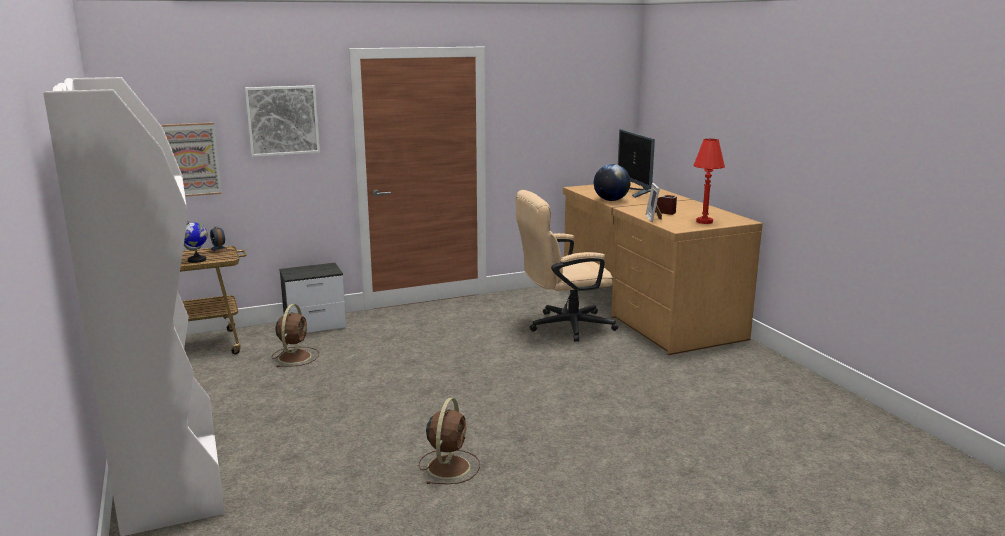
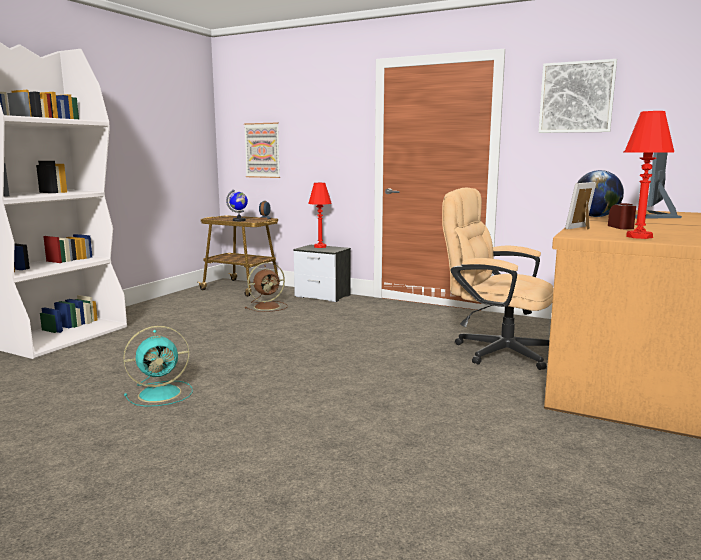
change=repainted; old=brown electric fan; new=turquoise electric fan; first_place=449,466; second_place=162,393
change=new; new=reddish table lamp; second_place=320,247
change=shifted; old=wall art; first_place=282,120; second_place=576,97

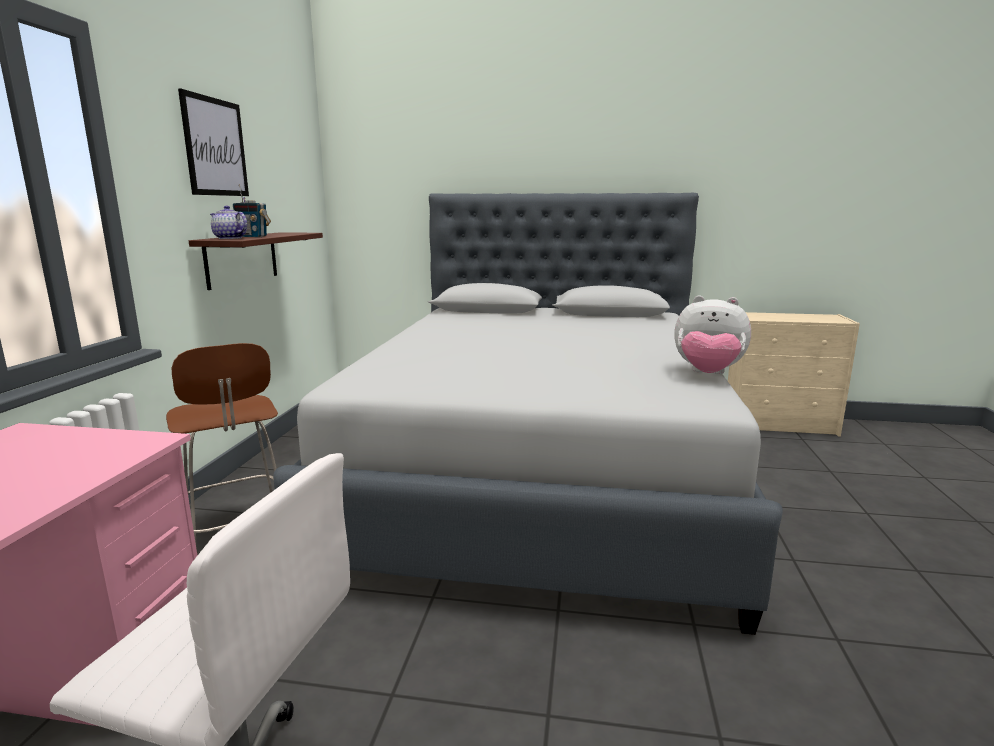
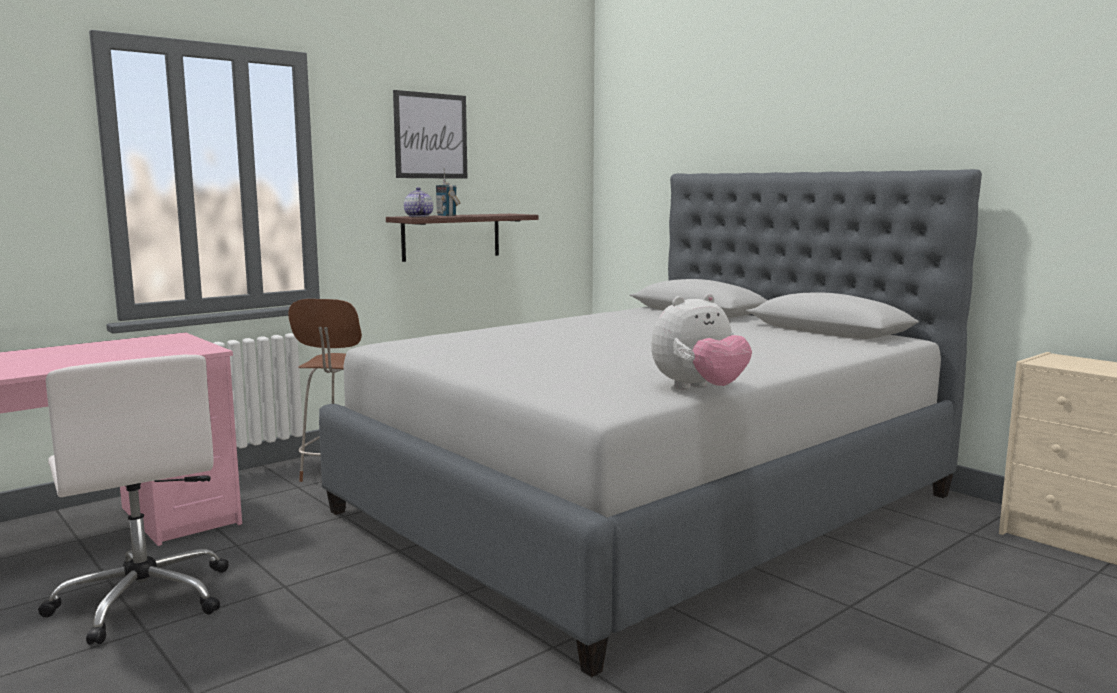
change=rotated; old=plush toy; first_place=707,374; second_place=699,389; degrees=-90

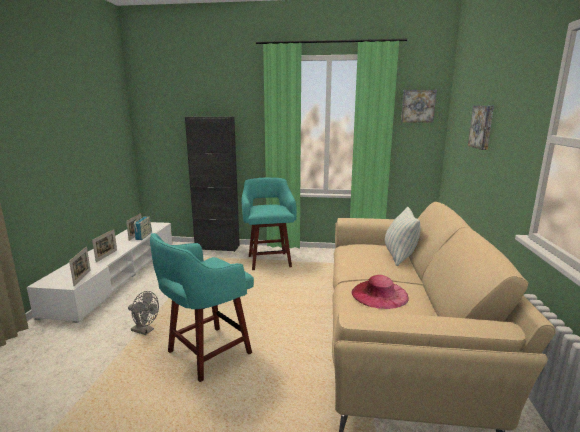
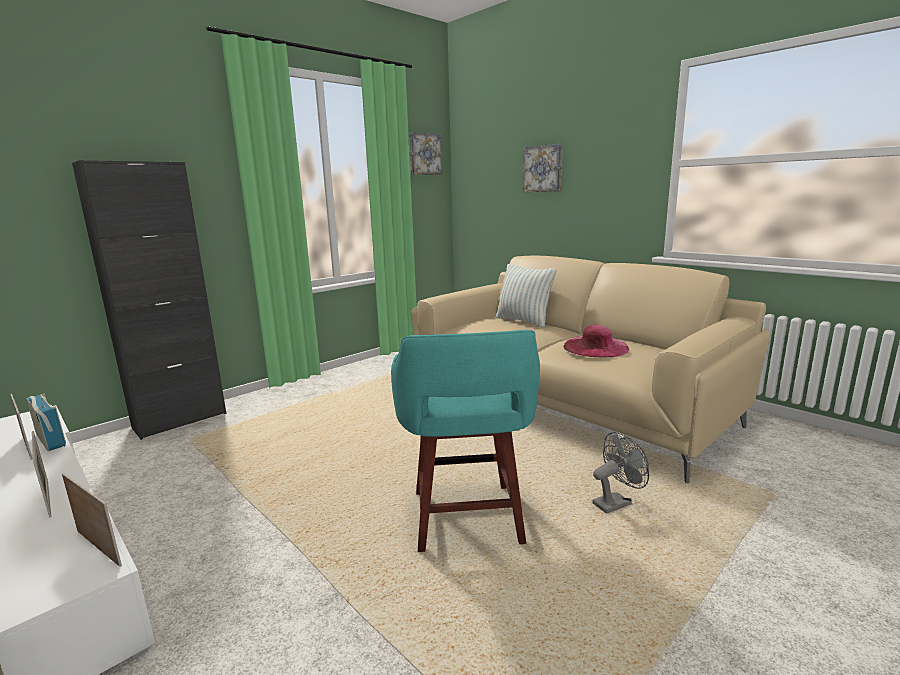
change=shifted; old=greyish electric fan; first_place=145,331; second_place=616,502
change=gone; old=turquoise stool seat; first_place=269,260

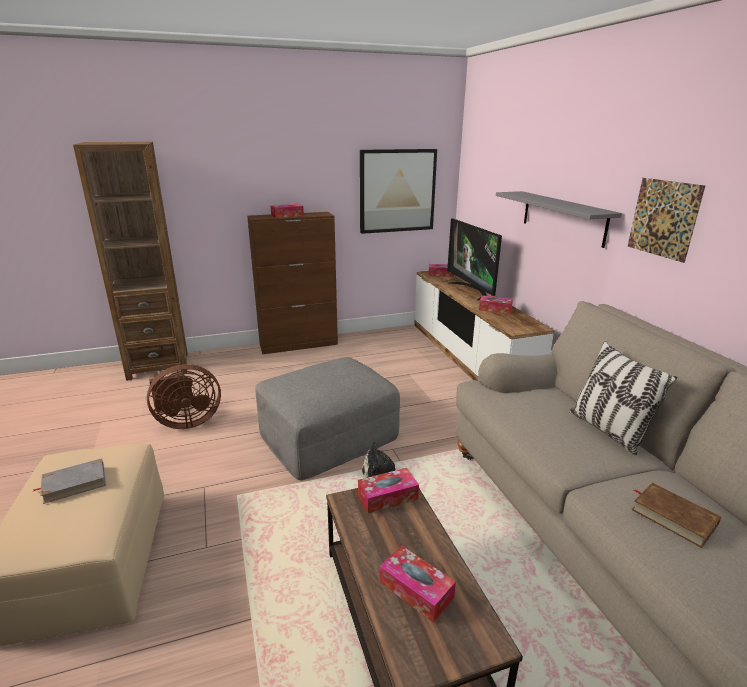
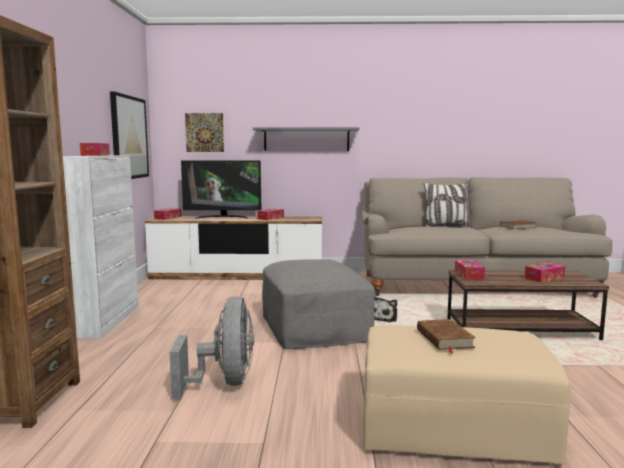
change=repainted; old=brown storage cabinet; new=whitish storage cabinet; first_place=299,344; second_place=107,320
change=repainted; old=brown electric fan; new=greyish electric fan; first_place=186,422; second_place=224,383
change=shifted; old=wall art; first_place=663,218; second_place=204,132
change=repainted; old=greyish bound book; new=brown bound book; first_place=74,483; second_place=444,338

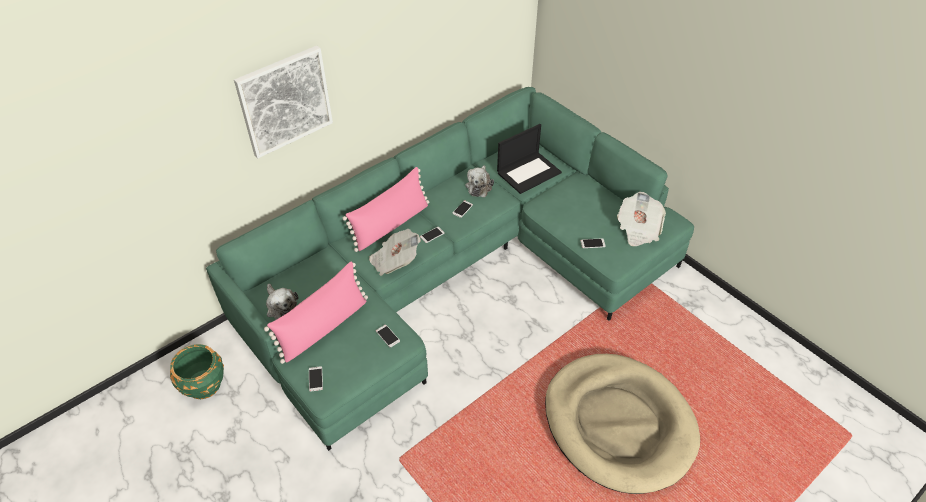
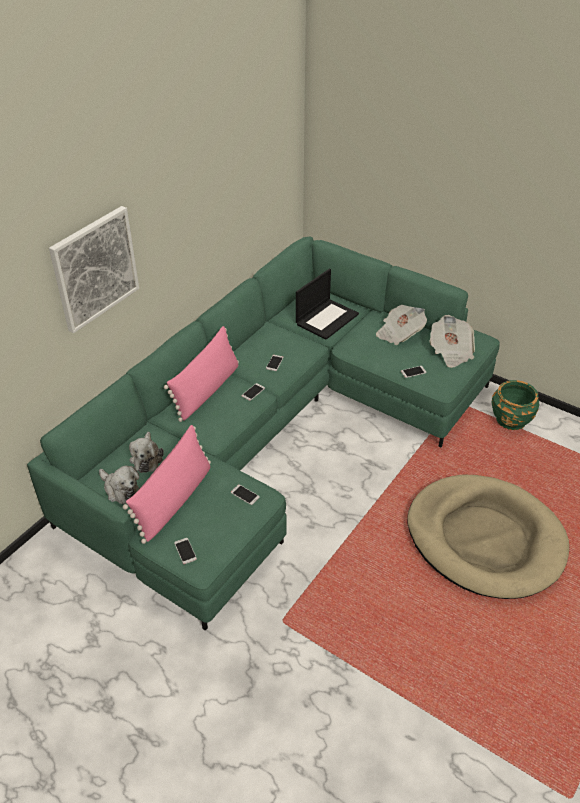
change=shifted; old=plush toy; first_place=479,186; second_place=146,458
change=shifted; old=newspaper; first_place=395,261; second_place=399,333
change=shifted; old=green-coloured planter; first_place=204,385; second_place=510,420

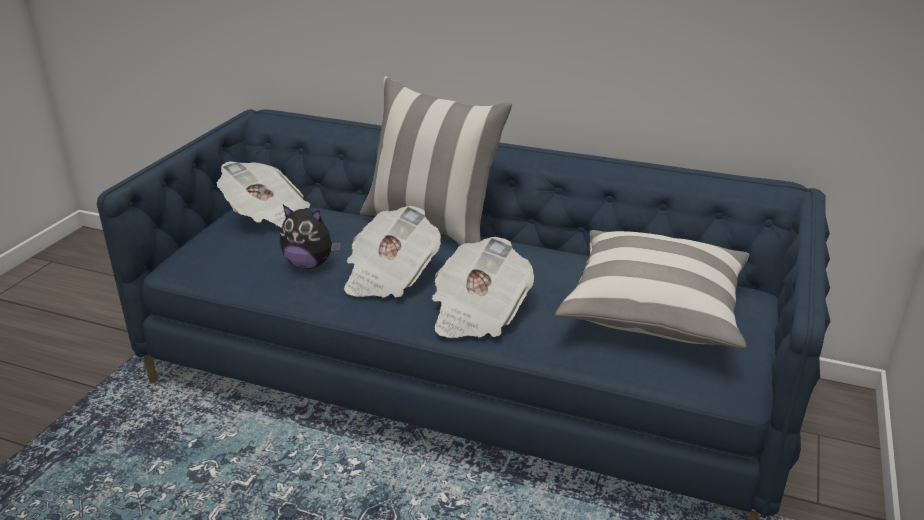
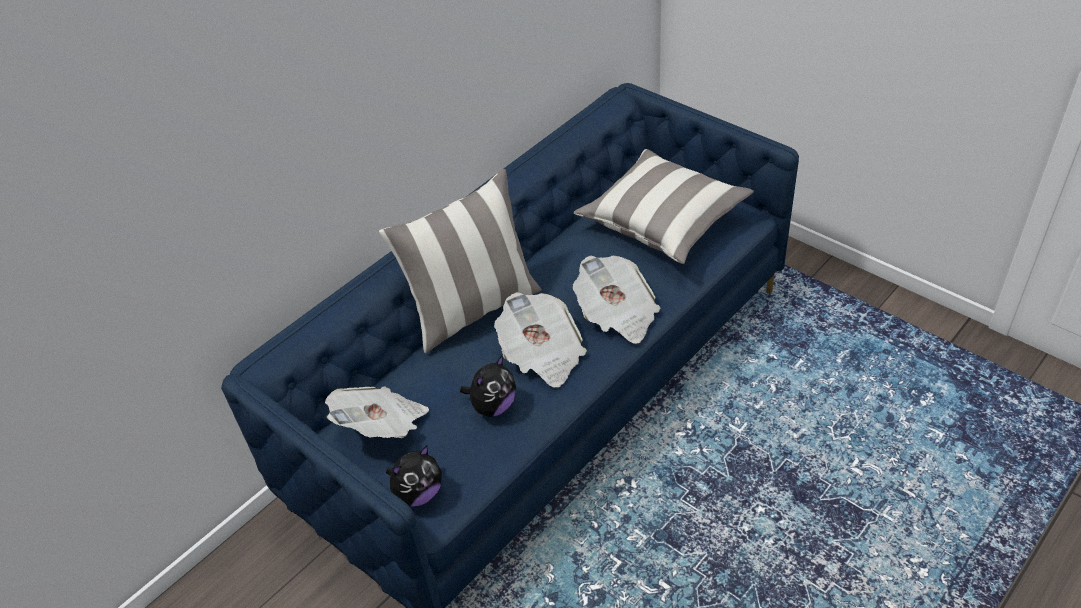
change=new; new=plush toy; second_place=418,493

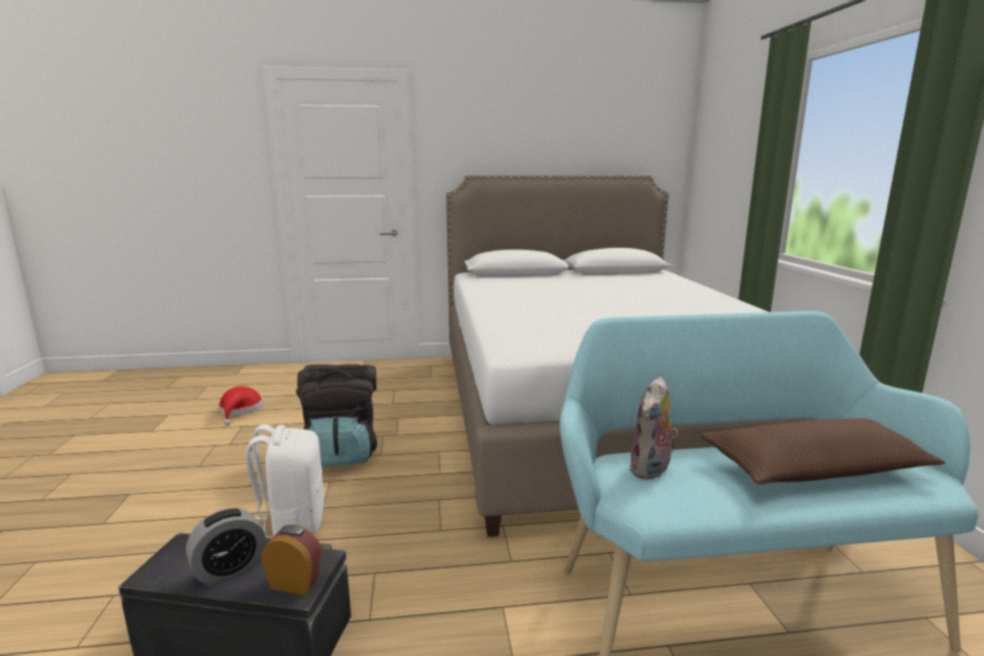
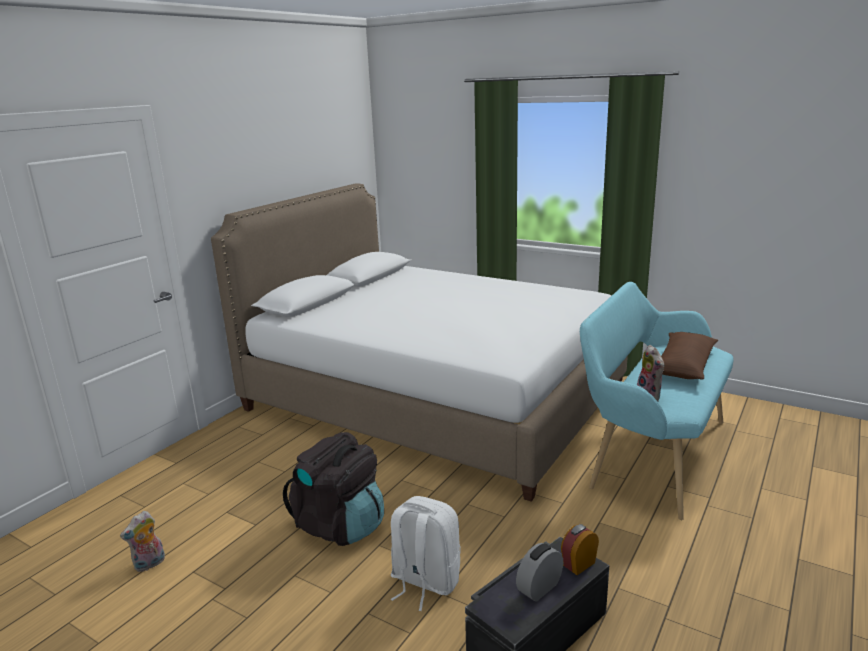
change=swapped; old=reddish wearable hat; new=plush toy; first_place=240,410; second_place=149,564
change=rotated; old=table clock; first_place=230,569; second_place=539,588; degrees=-135

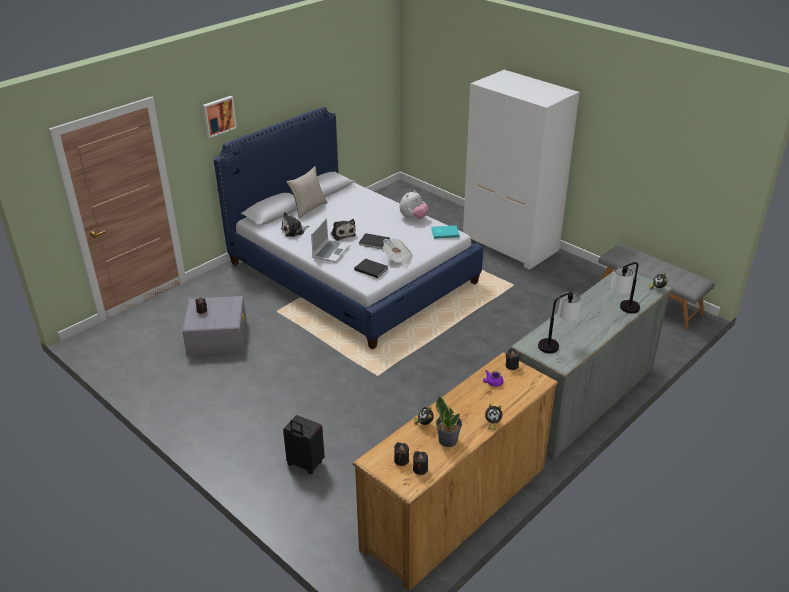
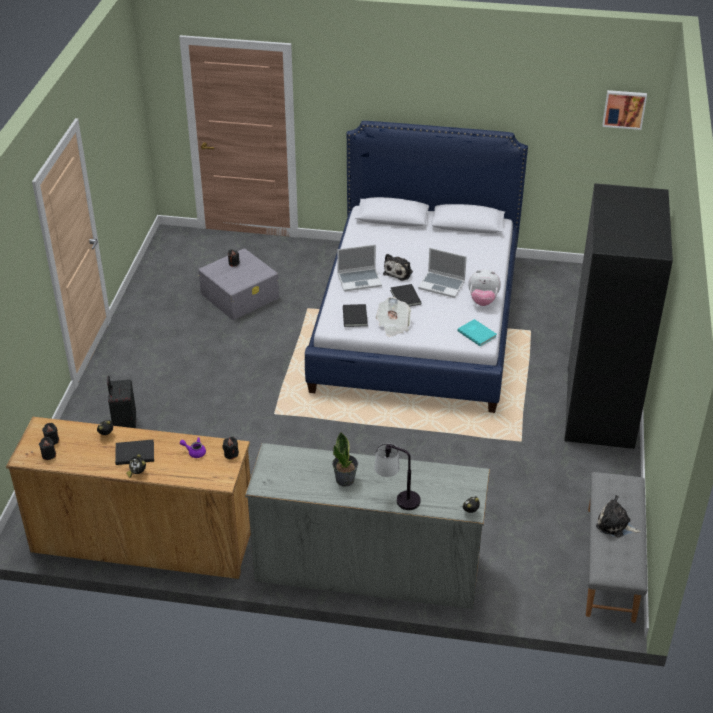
change=new; new=black bound book; second_place=134,453
change=shifted; old=houseplant; first_place=448,440; second_place=345,480
change=new; new=portable computer; second_place=442,285
change=repainted; old=whitish armoire; new=black armoire; first_place=511,244; second_place=601,407
change=shifted; old=plush toy; first_place=294,231; second_place=615,525
change=shifted; old=wall art; first_place=218,116; second_place=624,109
change=gone; old=sand-coloured throw pillow; first_place=308,209
change=gone; old=table lamp; first_place=556,343

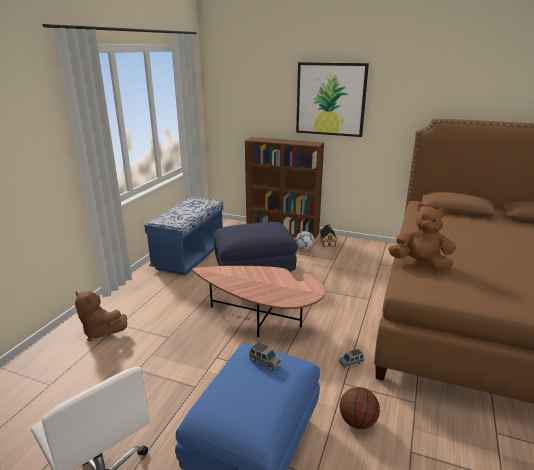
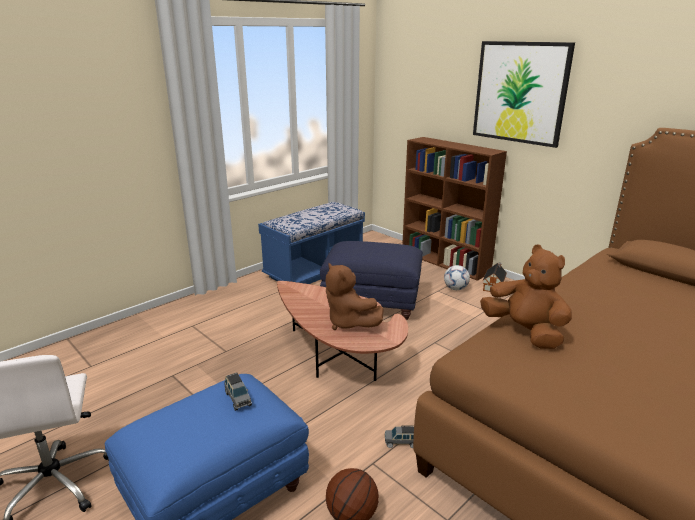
change=shifted; old=brown plush toy; first_place=101,332; second_place=349,323

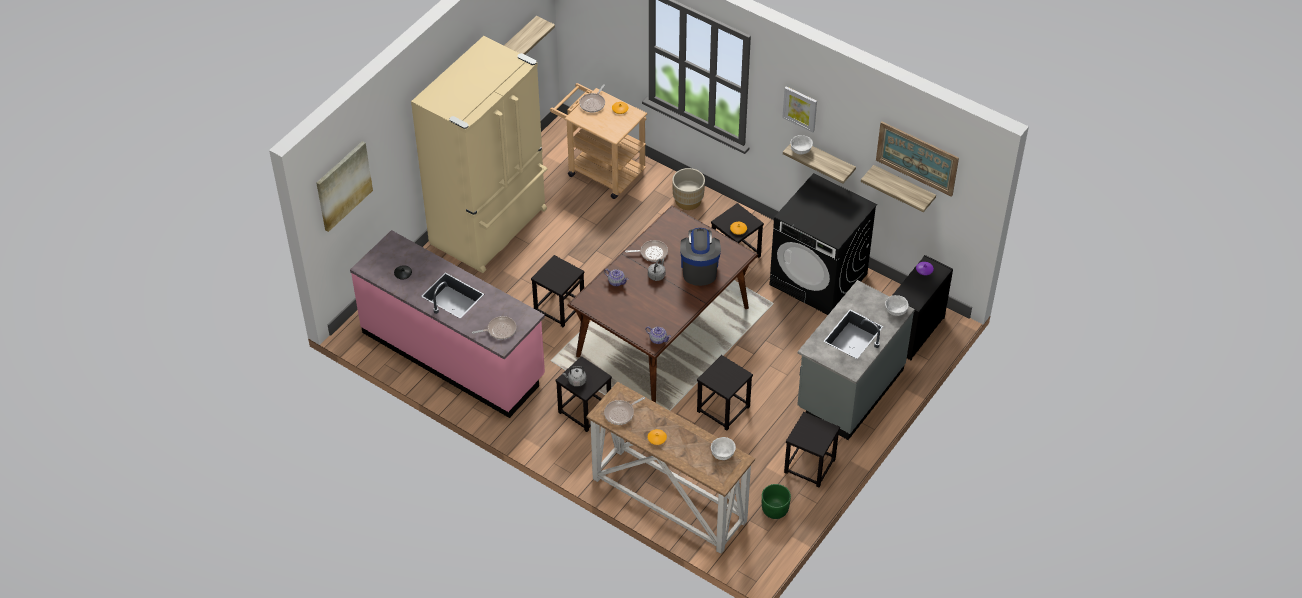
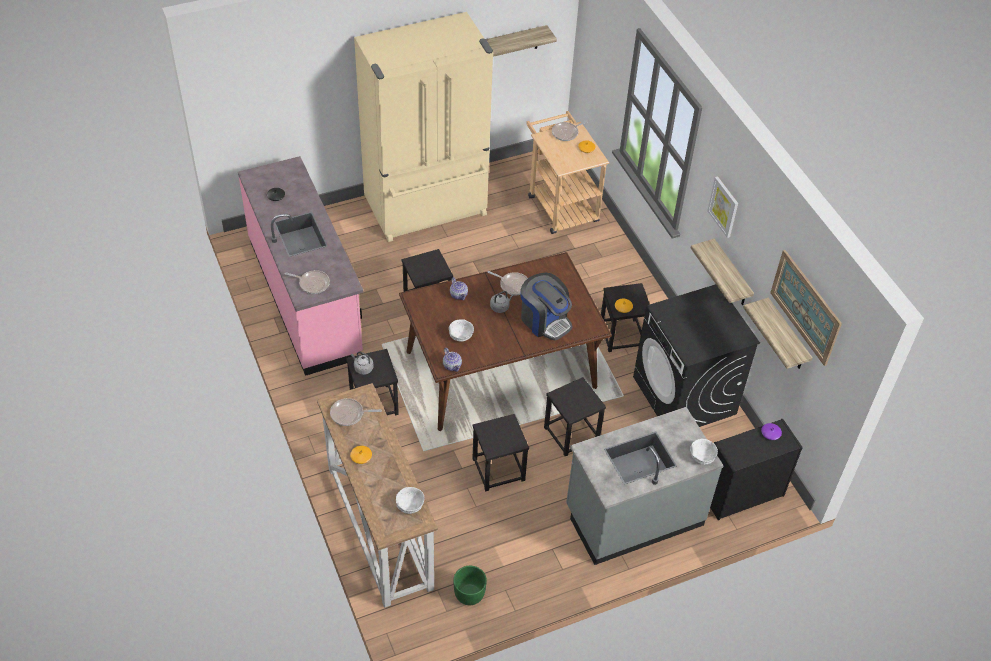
change=shifted; old=whitish serving bowl; first_place=800,150; second_place=460,336
change=rotated; old=coffee machine; first_place=699,268; second_place=545,320; degrees=105
change=shifted; old=black stool seat; first_place=810,466; second_place=571,434
change=gone; old=wall art; first_place=343,185
change=gone; old=sand-coloured planter; first_place=688,201

